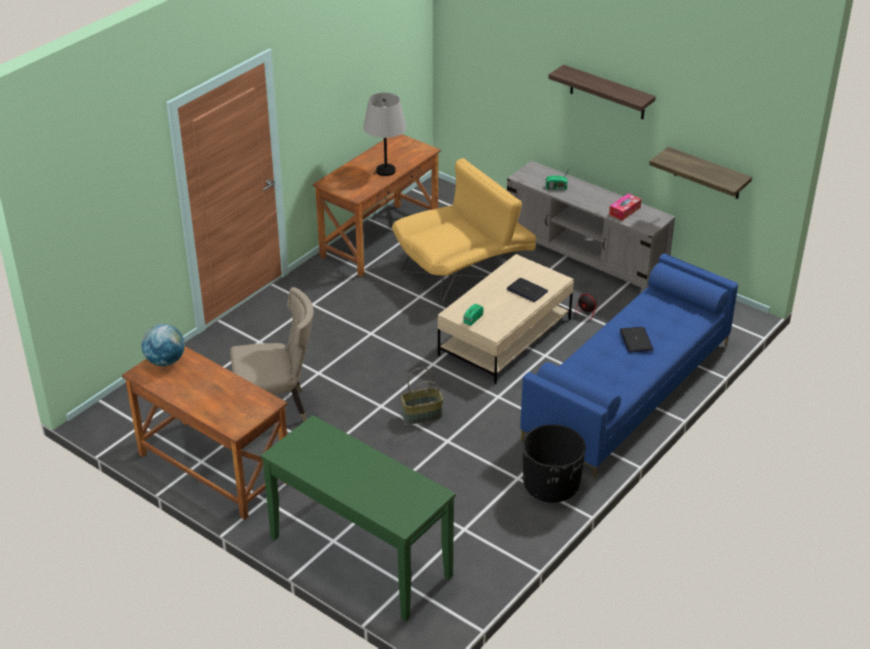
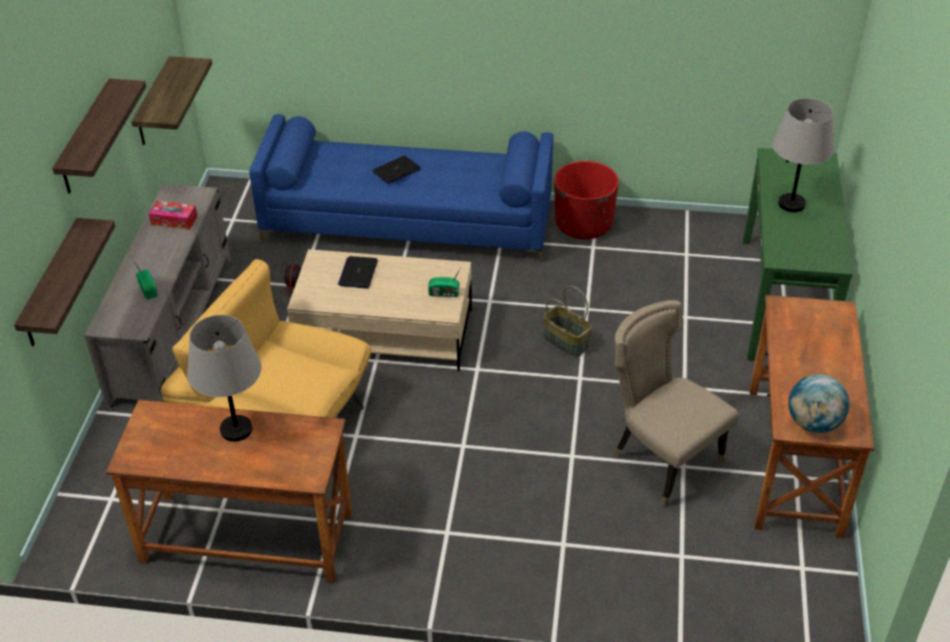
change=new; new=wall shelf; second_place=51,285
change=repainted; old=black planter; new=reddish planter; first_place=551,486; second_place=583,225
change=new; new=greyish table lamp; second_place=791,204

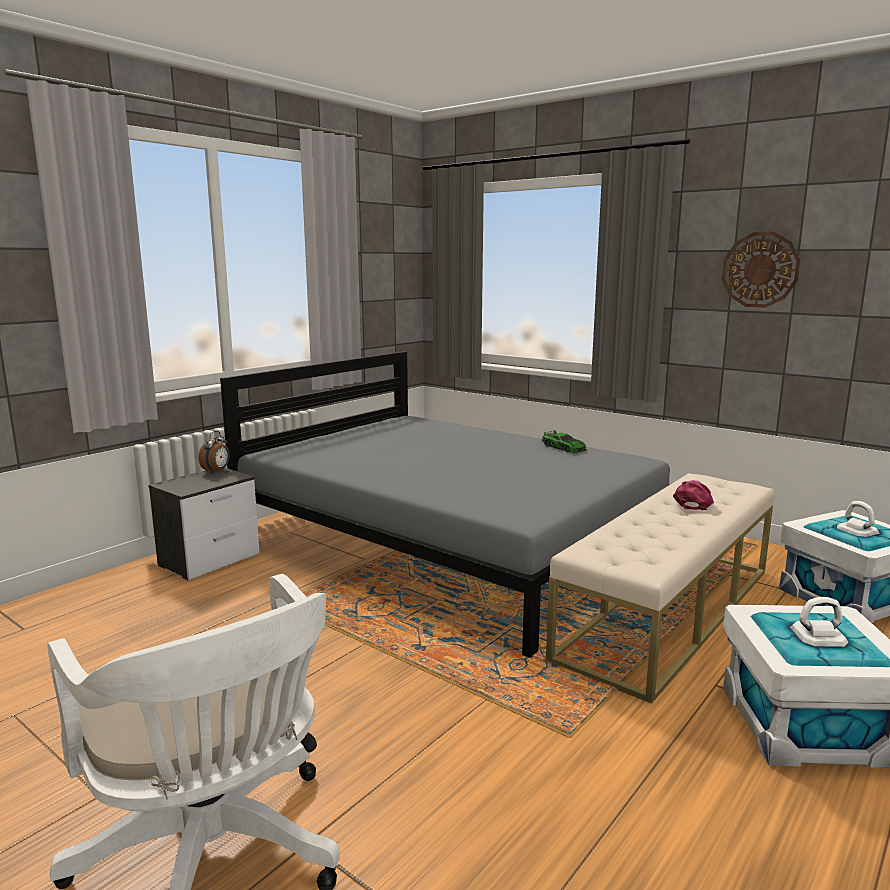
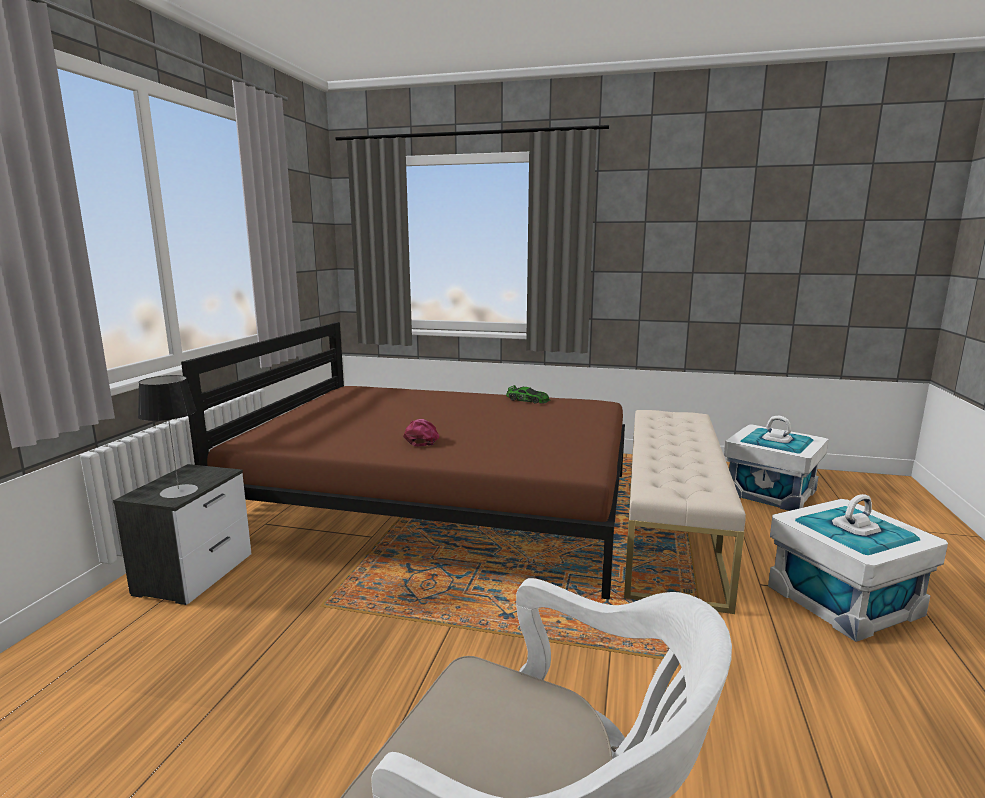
change=new; new=table lamp; second_place=178,491
change=repainted; old=greyish bedroom bed; new=brown bedroom bed; first_place=449,543; second_place=441,504
change=shifted; old=pinkish baseball cap; first_place=694,502; second_place=422,439
change=gone; old=table clock; first_place=217,471
change=gone; old=clock on the wall; first_place=760,270

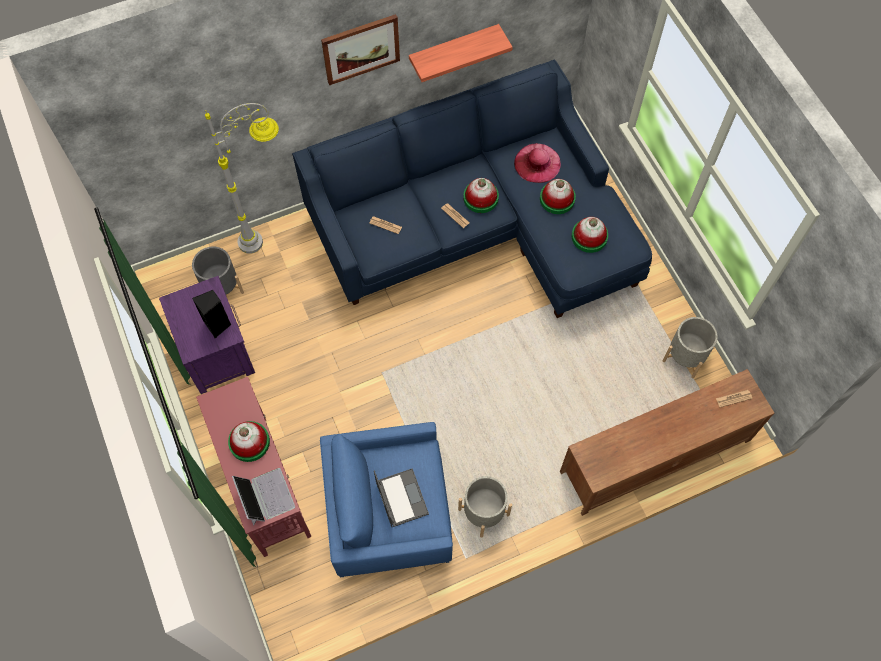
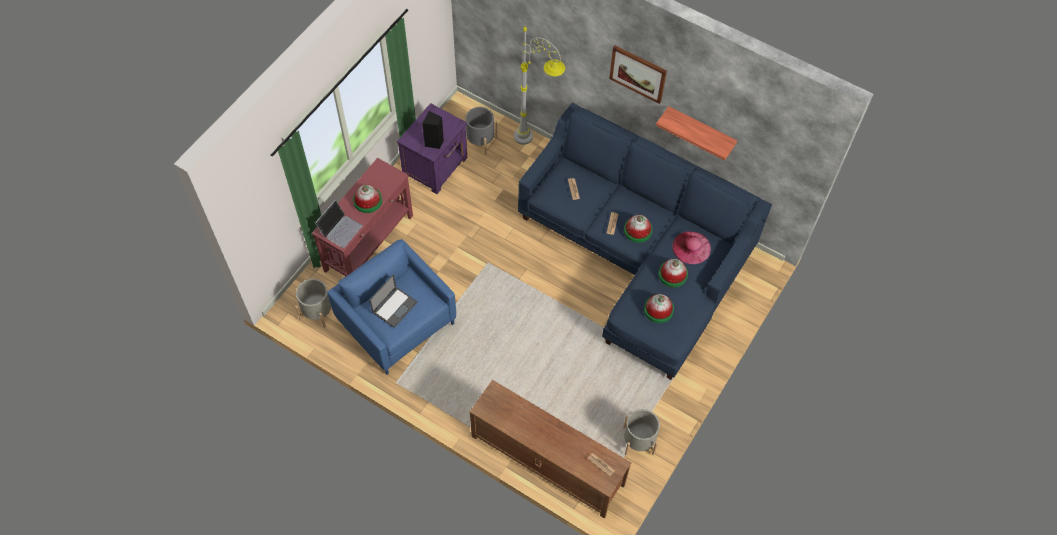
change=shifted; old=greyish planter; first_place=483,512; second_place=318,312

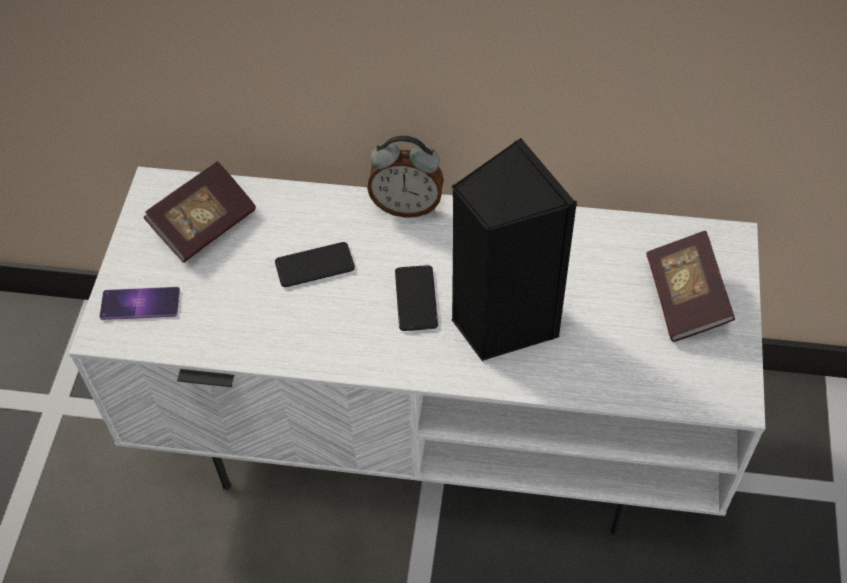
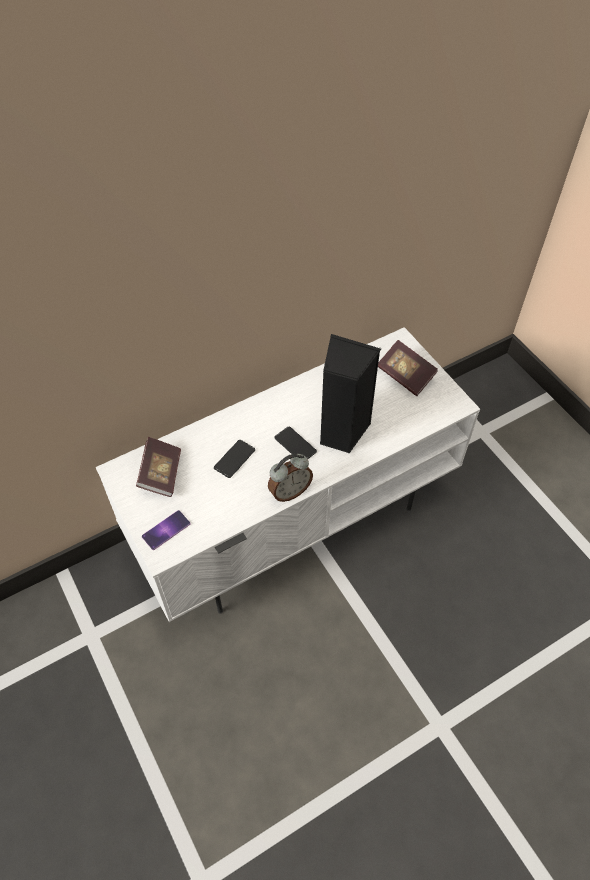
change=shifted; old=table clock; first_place=407,206; second_place=289,491

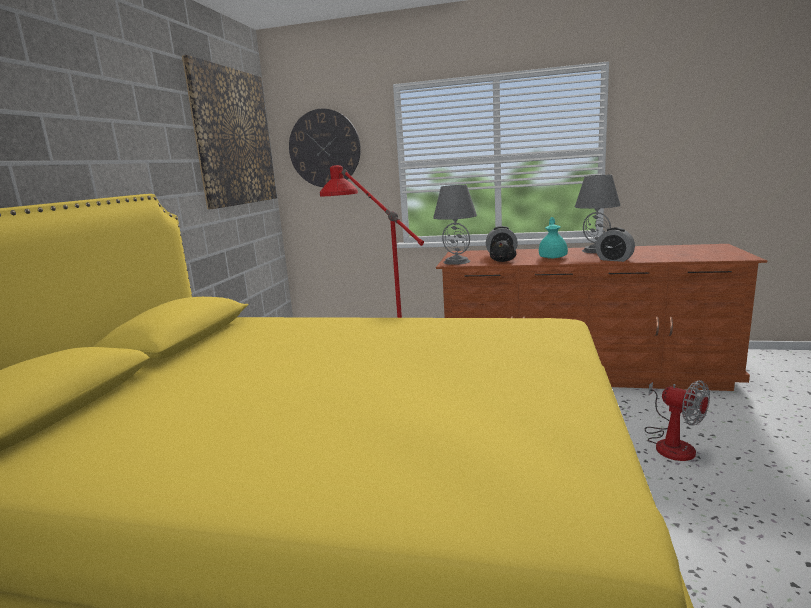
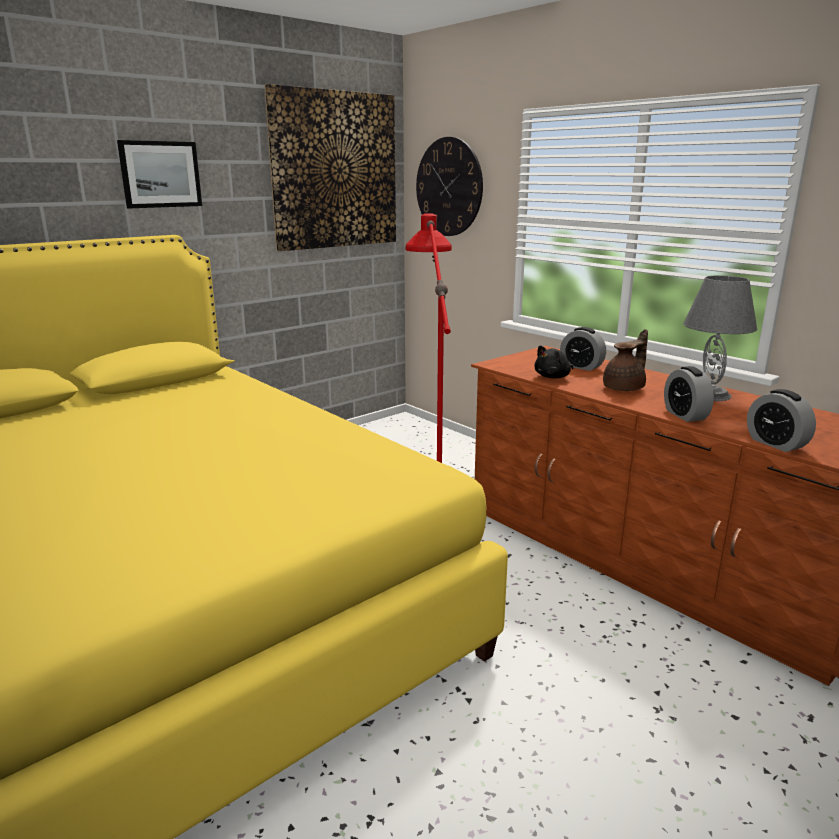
change=new; new=wall art; second_place=160,174
change=repainted; old=turquoise tea pot; new=brown tea pot; first_place=553,257; second_place=625,388
change=new; new=table clock; second_place=776,443
change=gone; old=greyish table lamp; first_place=456,261
change=gone; old=electric fan; first_place=671,443

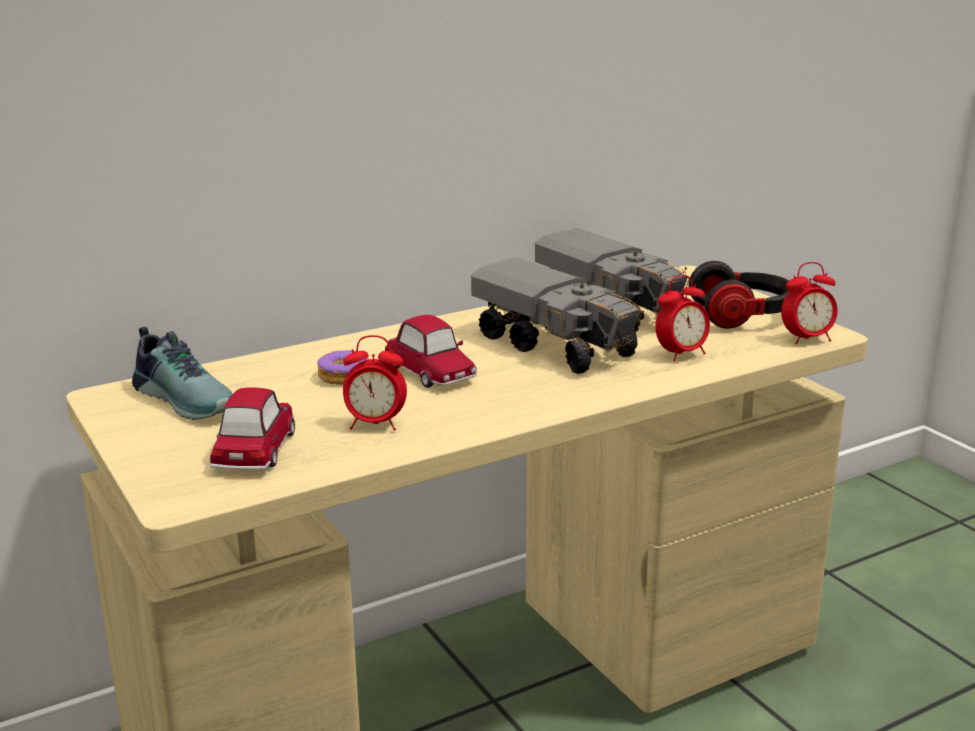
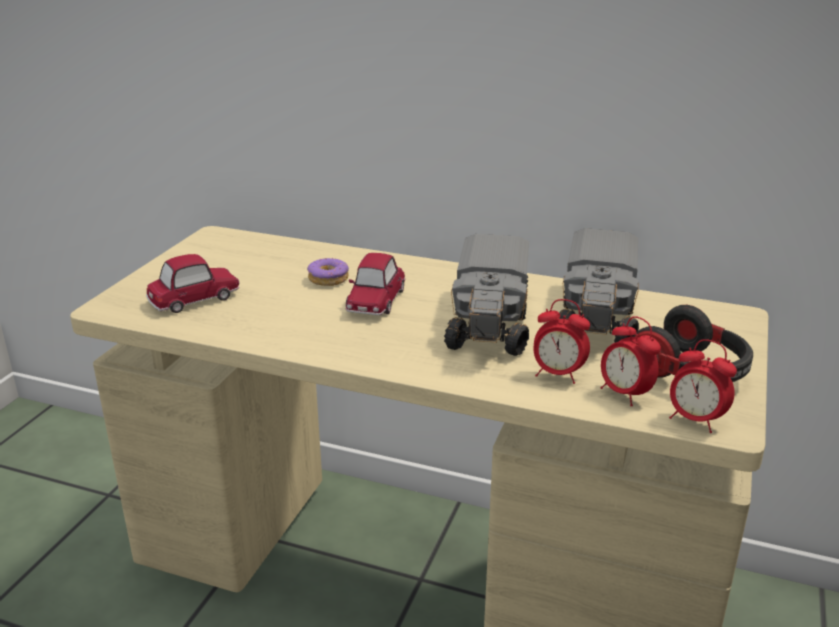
change=shifted; old=table clock; first_place=375,424; second_place=625,394
change=gone; old=low shoe; first_place=188,399

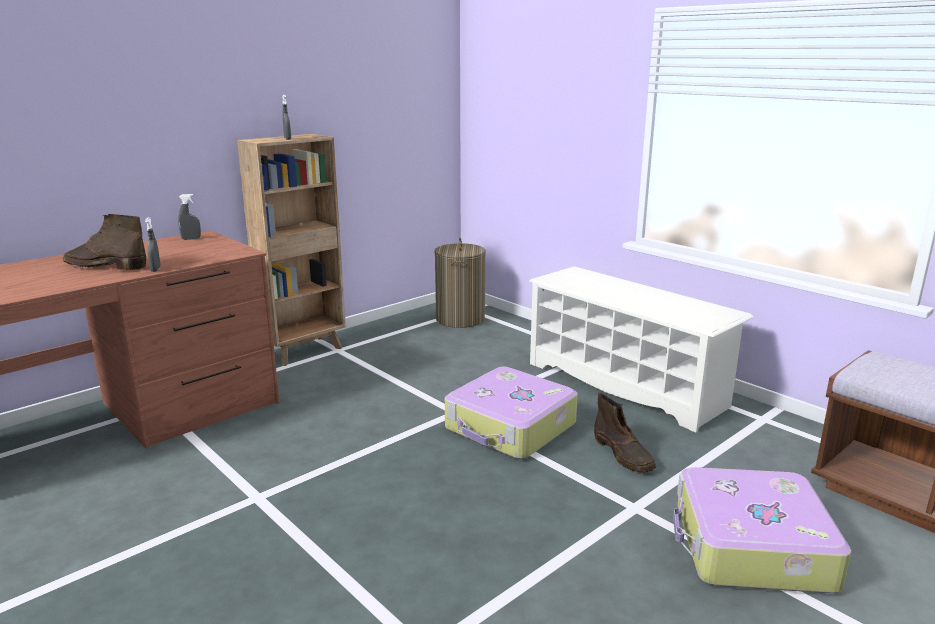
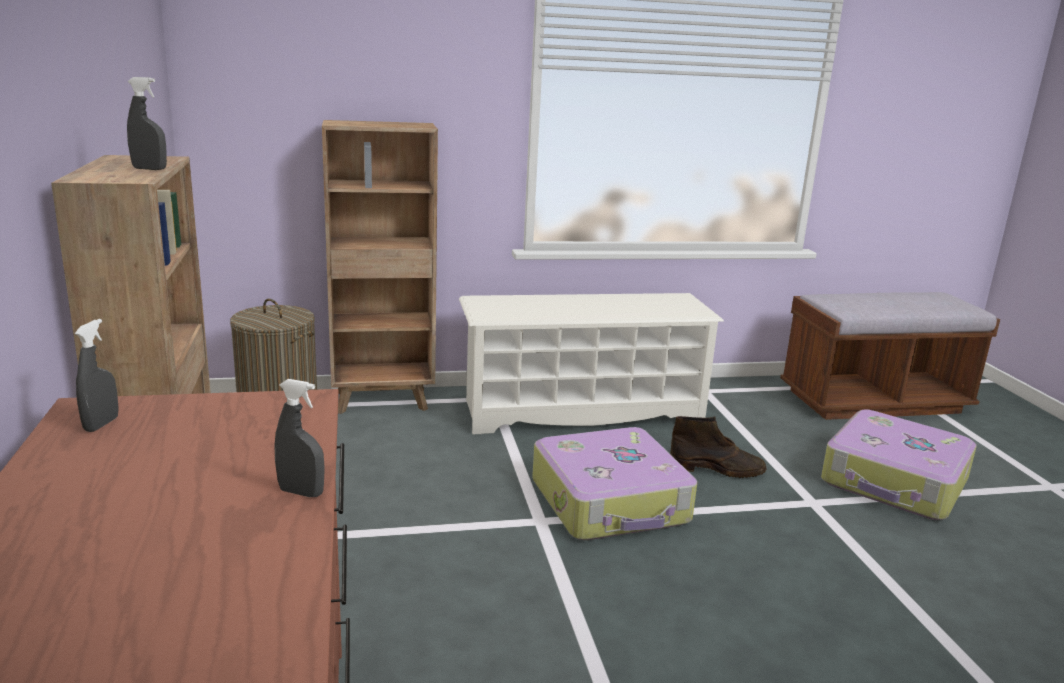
change=new; new=brown bookcase; second_place=384,401
change=gone; old=brown tall boot; first_place=105,266

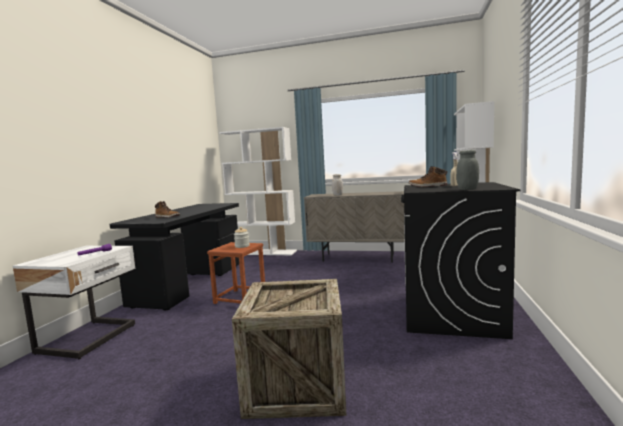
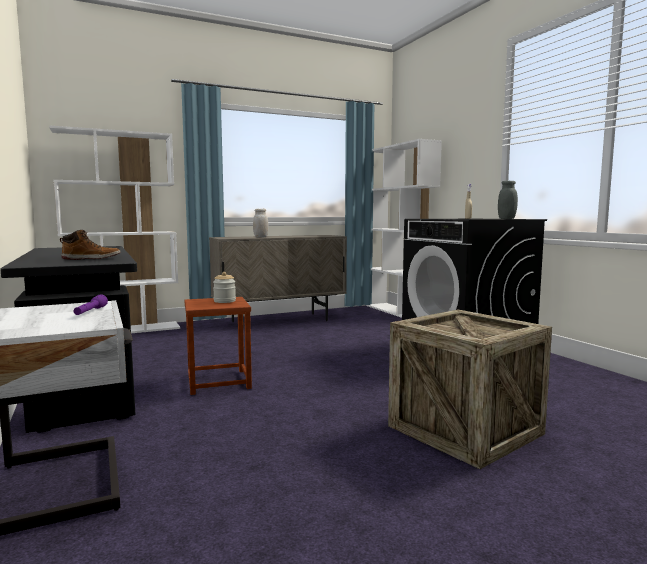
change=gone; old=tall boot; first_place=428,186

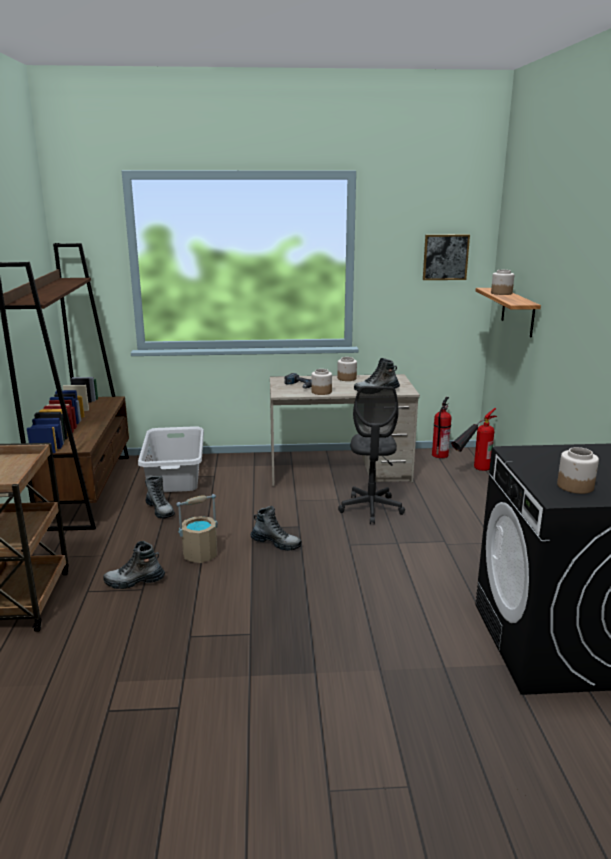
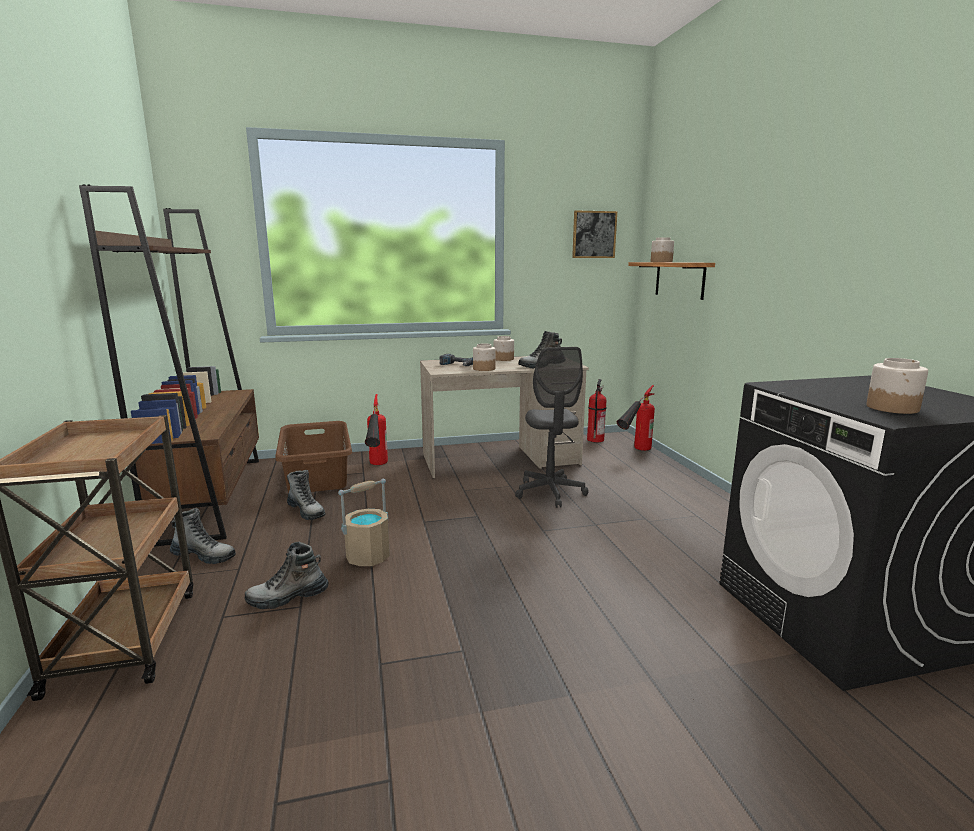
change=shifted; old=tall boot; first_place=276,543; second_place=204,556
change=repainted; old=greyish washing basket; new=brown washing basket; first_place=174,476; second_place=316,476
change=new; new=fire-fighting cylinder; second_place=377,468

